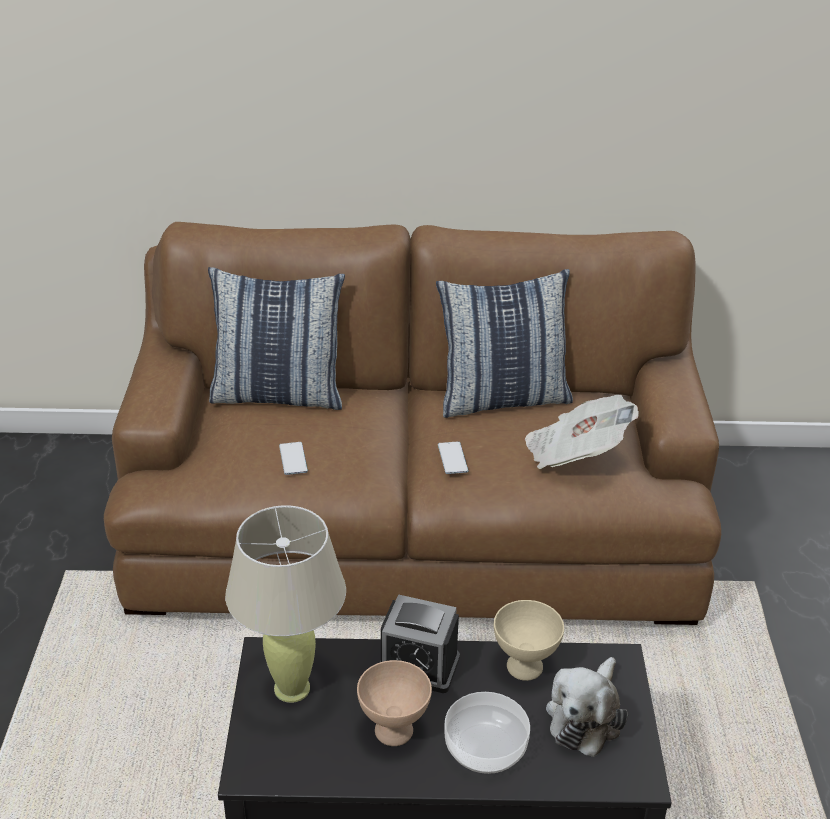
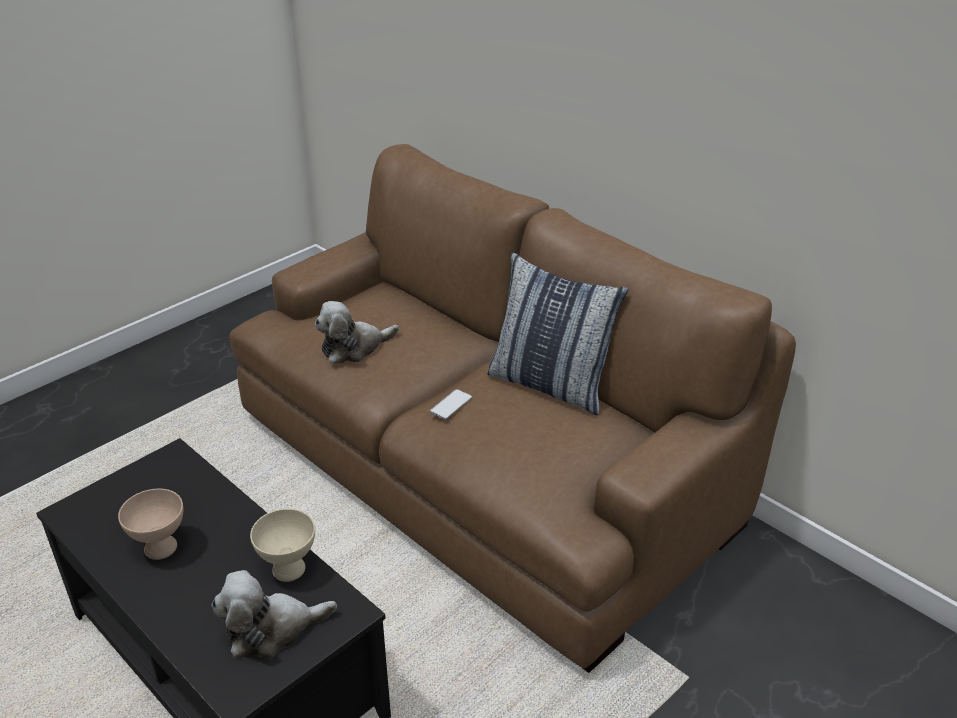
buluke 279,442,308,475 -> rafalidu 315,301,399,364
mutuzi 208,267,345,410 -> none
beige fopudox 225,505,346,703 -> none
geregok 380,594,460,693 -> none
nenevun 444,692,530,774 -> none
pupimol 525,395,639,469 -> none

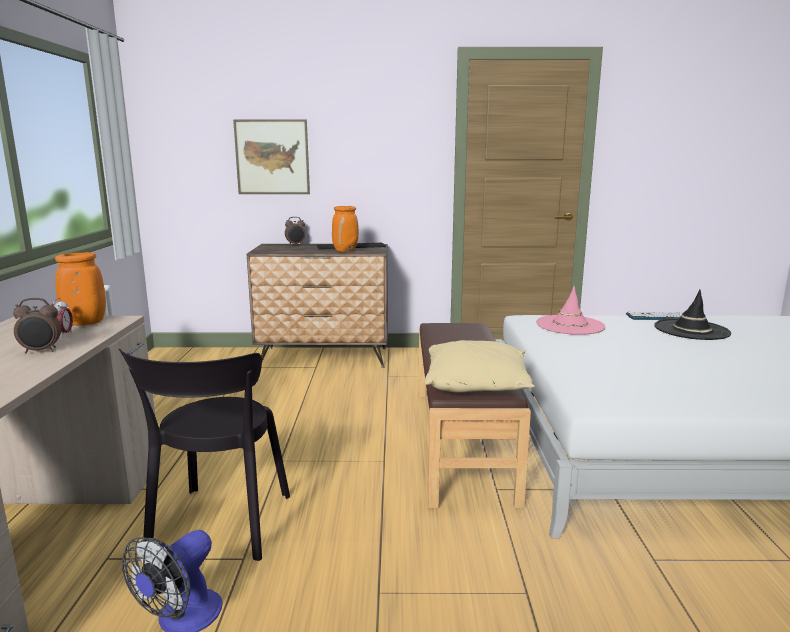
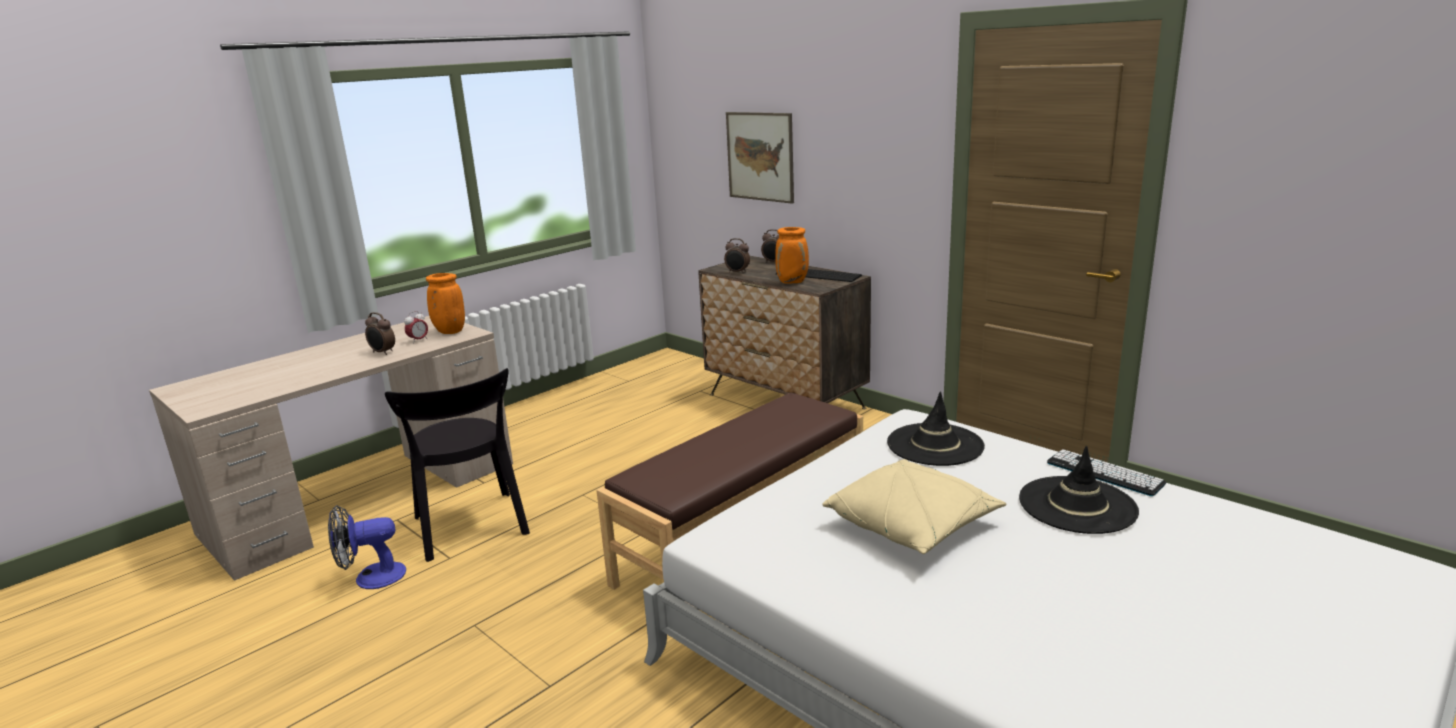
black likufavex 119,349,290,561 -> black likufavex 385,368,530,562, 75 degrees counterclockwise
none -> geregok 724,238,750,274
beige mutuzi 425,340,535,393 -> beige mutuzi 822,459,1007,554, move
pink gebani 536,286,605,335 -> black gebani 887,391,985,466

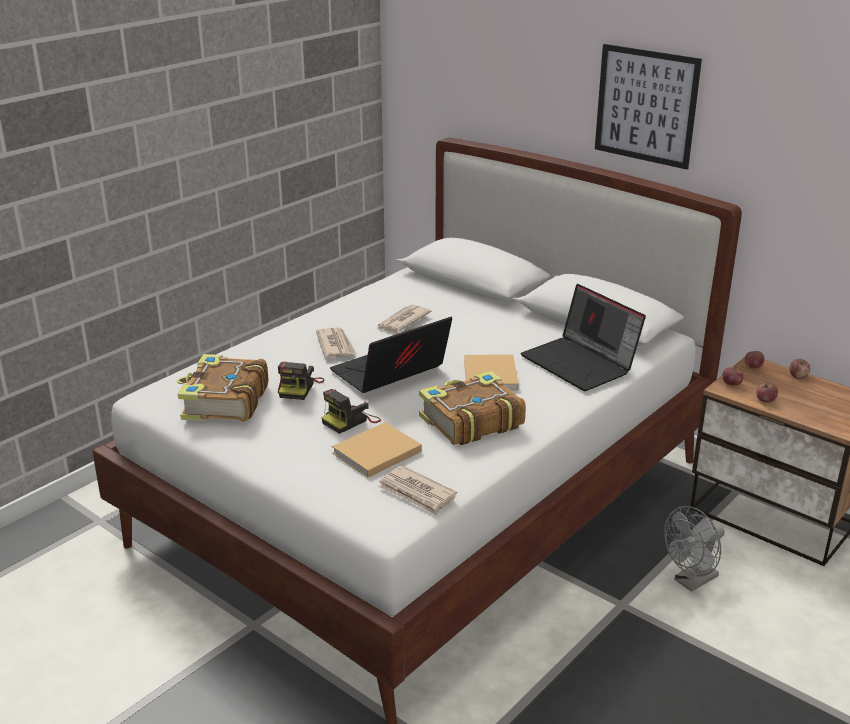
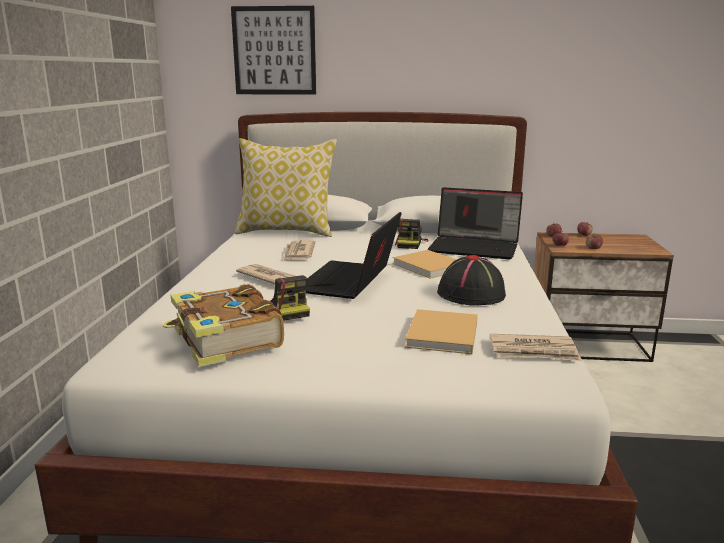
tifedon 595,44,702,170 -> tifedon 231,6,316,95, move
none -> mutuzi 235,138,337,237
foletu 322,389,381,434 -> foletu 395,219,429,249, move
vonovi 419,371,526,445 -> black gebani 437,255,506,305
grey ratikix 664,506,725,592 -> none

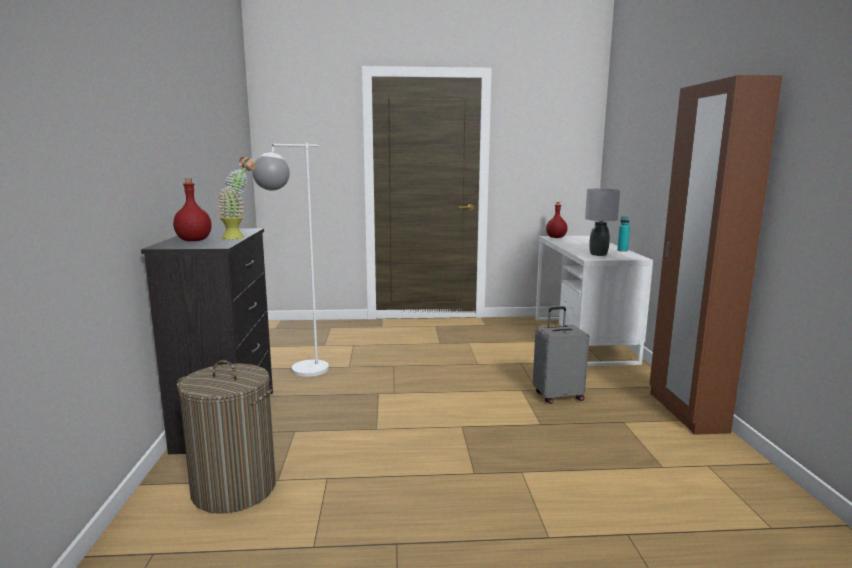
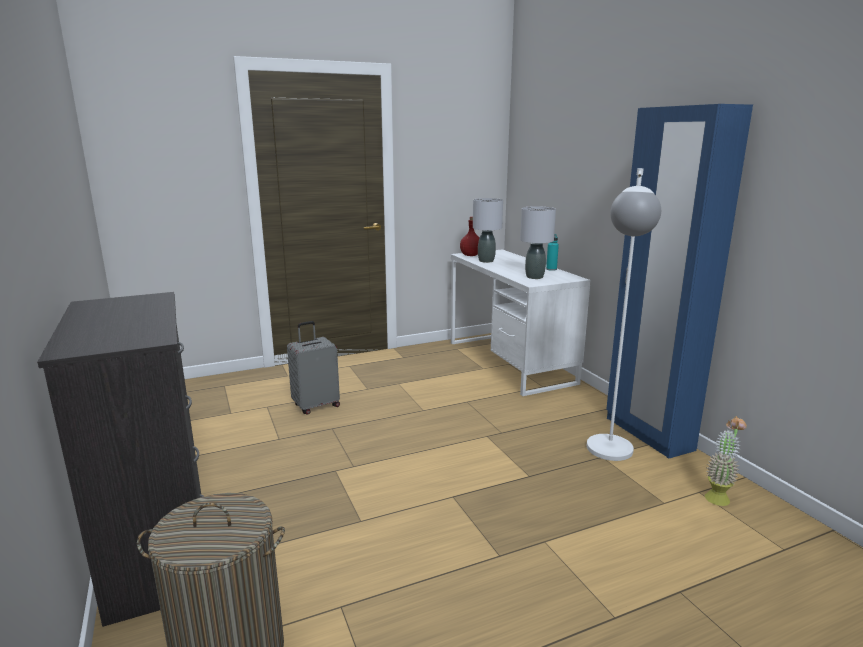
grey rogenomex 533,306,589,404 -> grey rogenomex 287,321,340,415, move
none -> grey fopudox 473,198,503,263
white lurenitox 252,143,329,377 -> white lurenitox 587,168,661,461, move
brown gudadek 649,75,783,435 -> blue gudadek 606,104,753,459
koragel 217,157,256,239 -> koragel 705,416,747,506, move
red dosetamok 173,178,212,241 -> none

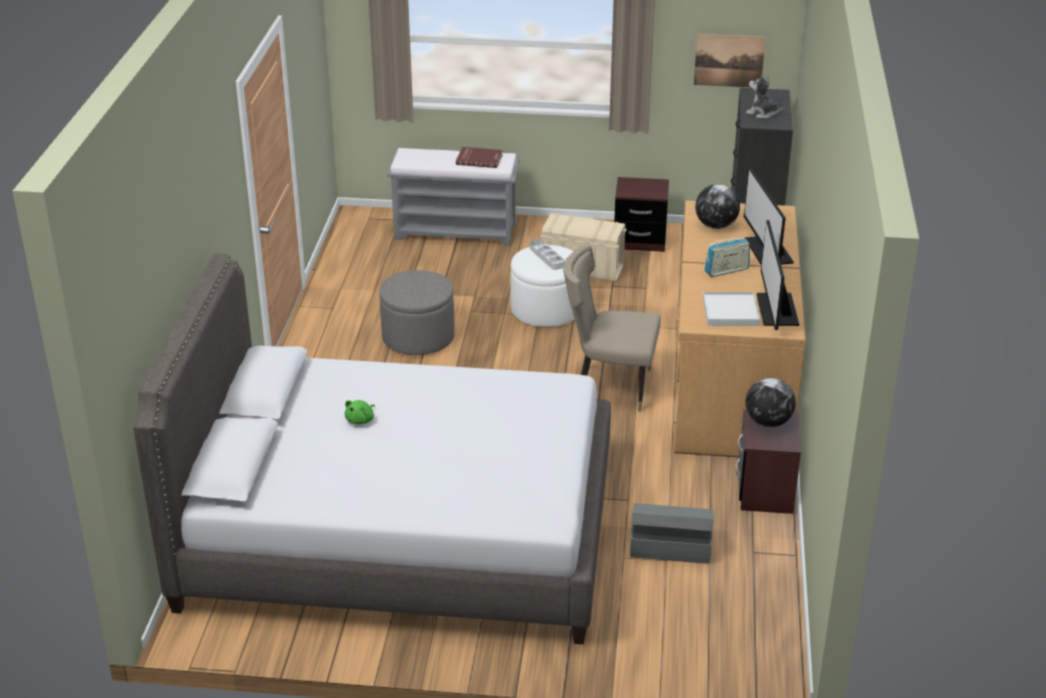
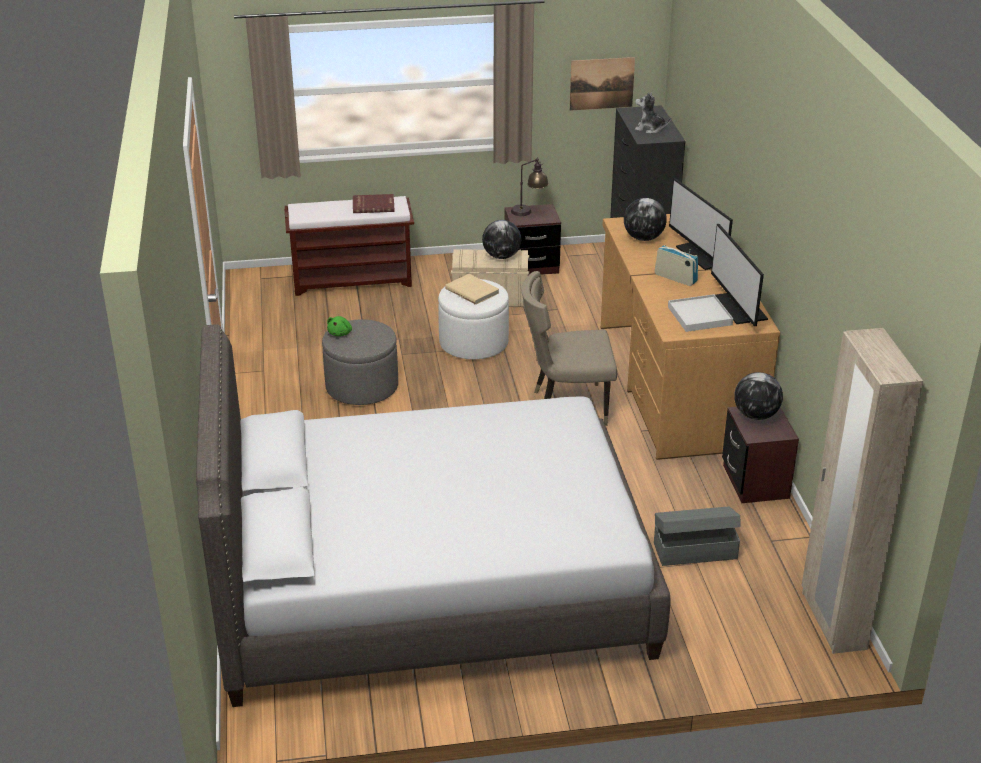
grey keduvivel 387,148,520,246 -> brown keduvivel 285,196,414,296
green rafalidu 345,400,375,424 -> green rafalidu 327,316,352,336, move
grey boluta 530,239,565,270 -> beige vonovi 445,274,499,305
none -> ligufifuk 482,220,521,259
none -> fopudox 511,157,549,216
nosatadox 704,238,750,277 -> nosatadox 655,245,698,286, 105 degrees counterclockwise
none -> beige gudadek 802,328,923,654

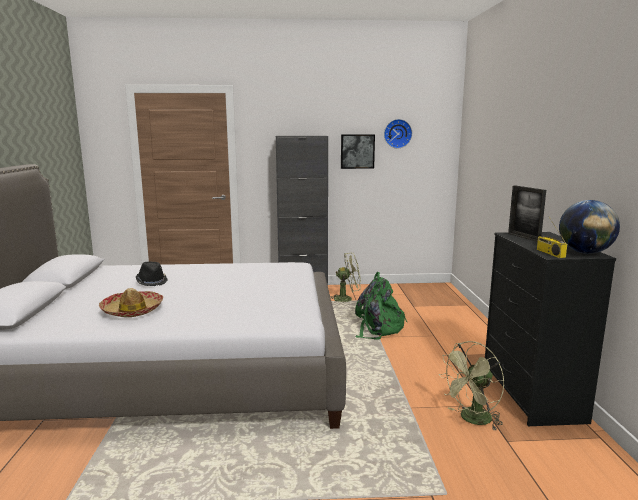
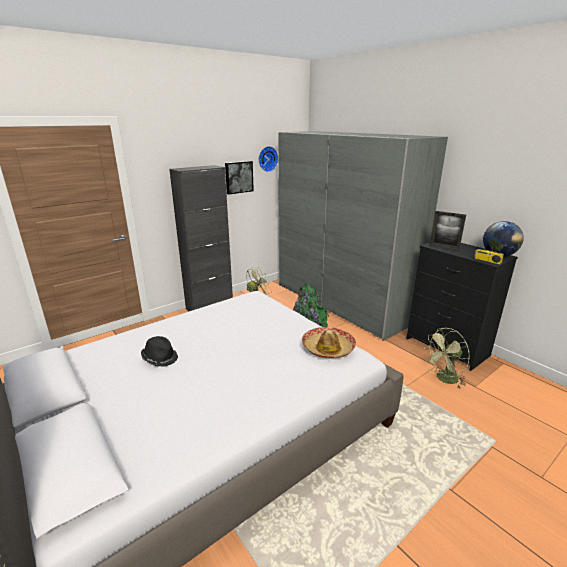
none -> grey gudadek 278,131,448,341
gebani 99,288,163,317 -> gebani 302,327,356,359, move
green ratikix 439,341,504,430 -> green ratikix 425,328,470,389, 45 degrees clockwise

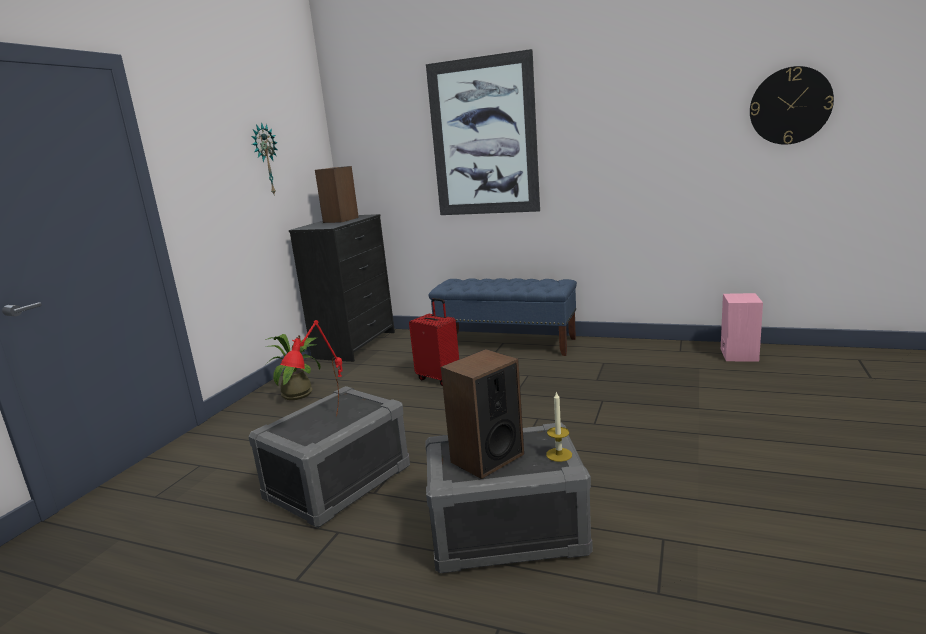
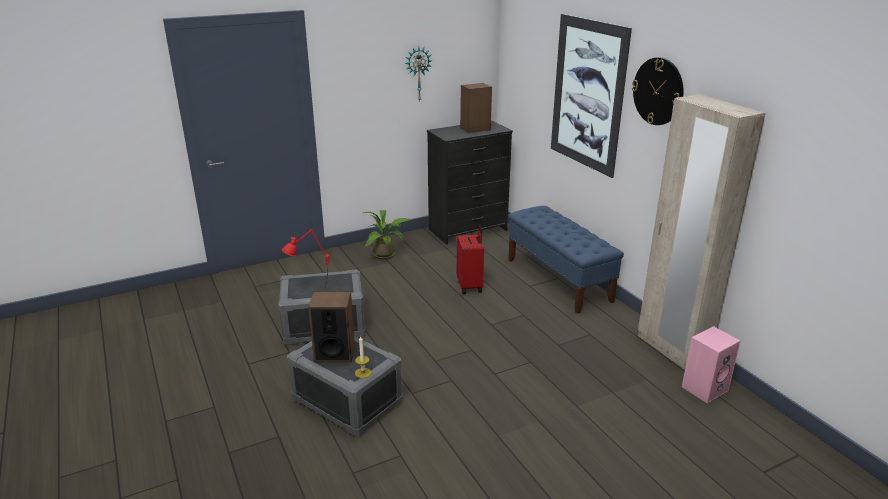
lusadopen 750,66,834,144 -> lusadopen 632,57,684,125, move
none -> beige gudadek 638,94,766,370

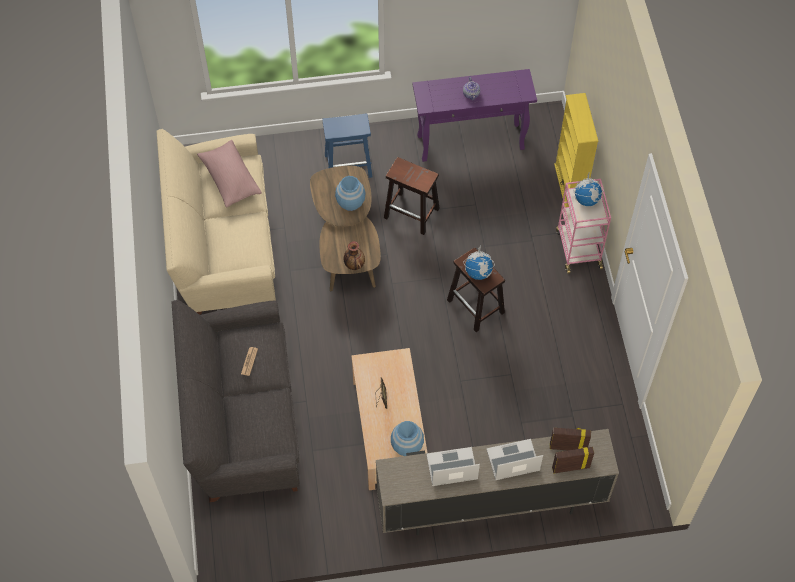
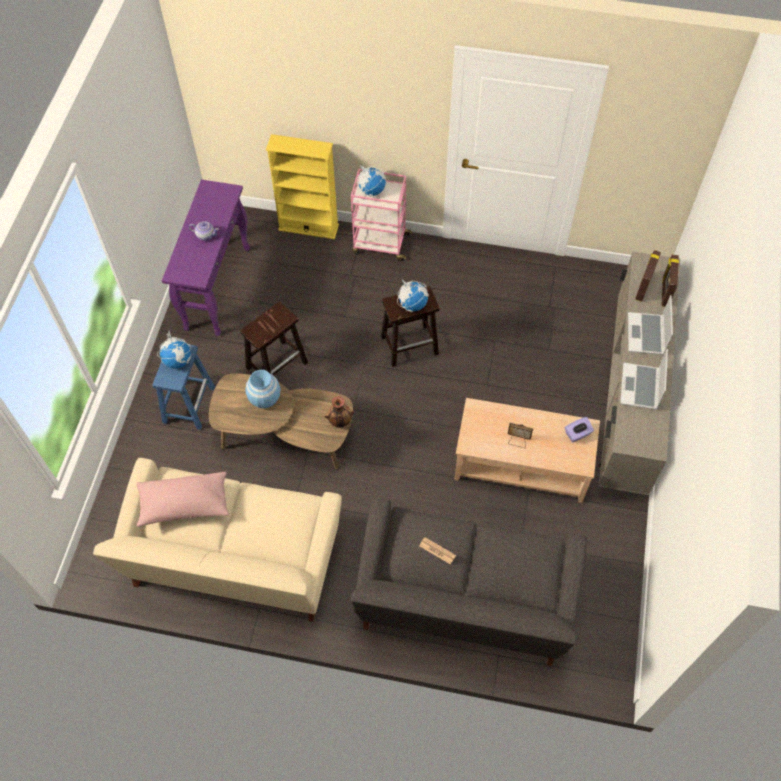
none -> ligufifuk 157,331,191,369
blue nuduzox 391,421,424,456 -> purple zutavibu 565,417,594,442

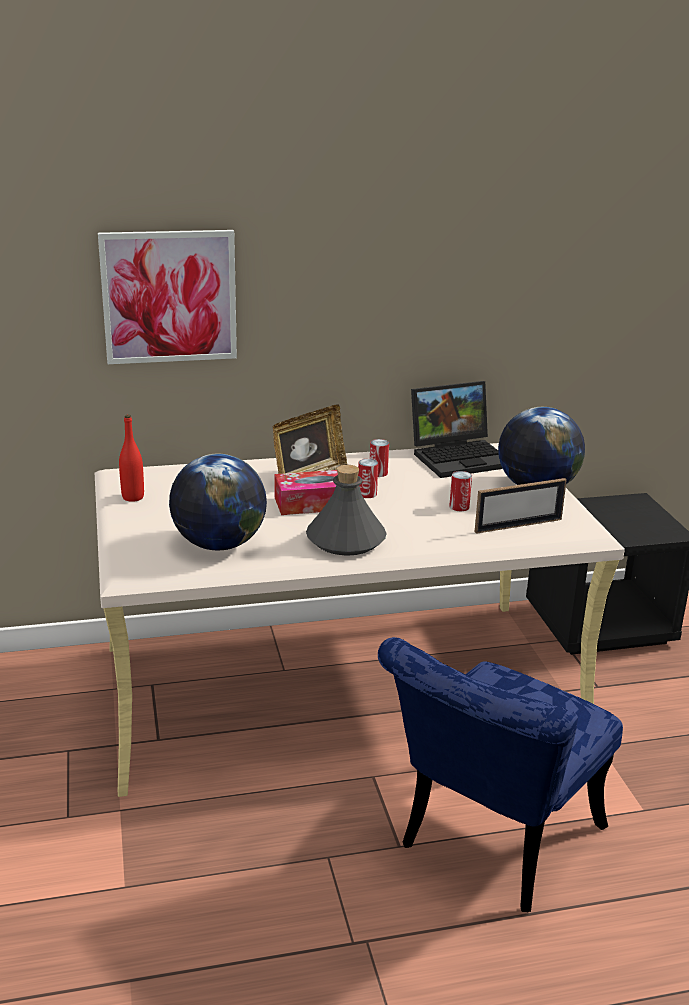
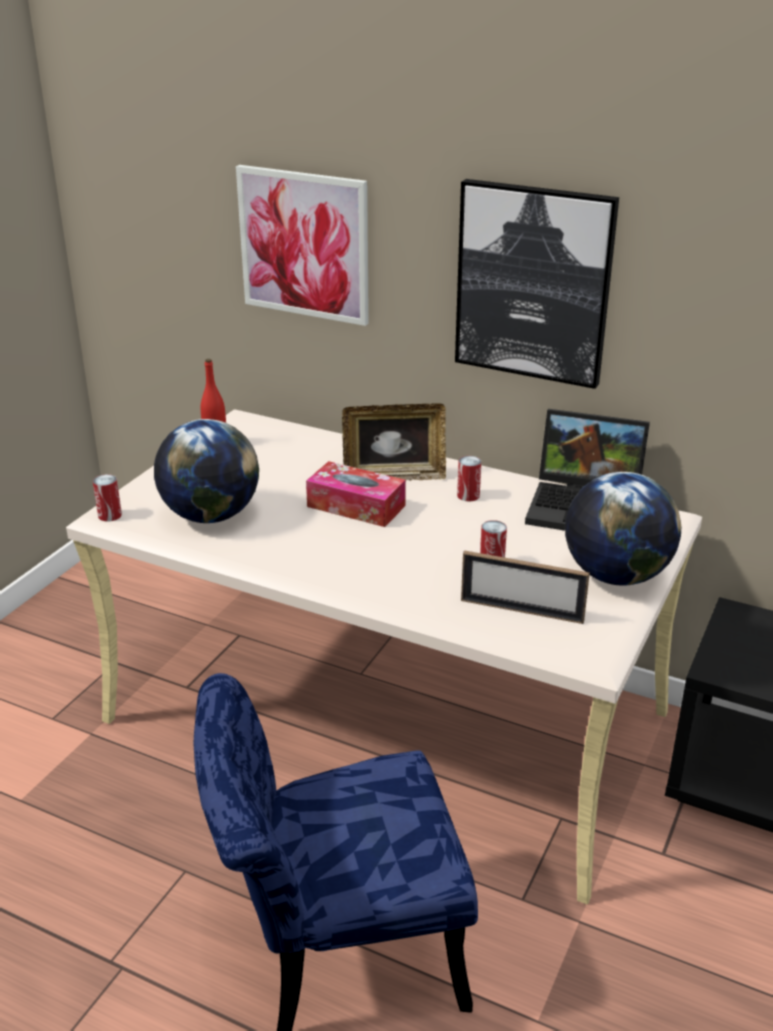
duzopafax 358,459,378,498 -> duzopafax 93,474,122,522, move
none -> tifedon 455,179,619,389
grey dosetamok 306,465,387,556 -> none

